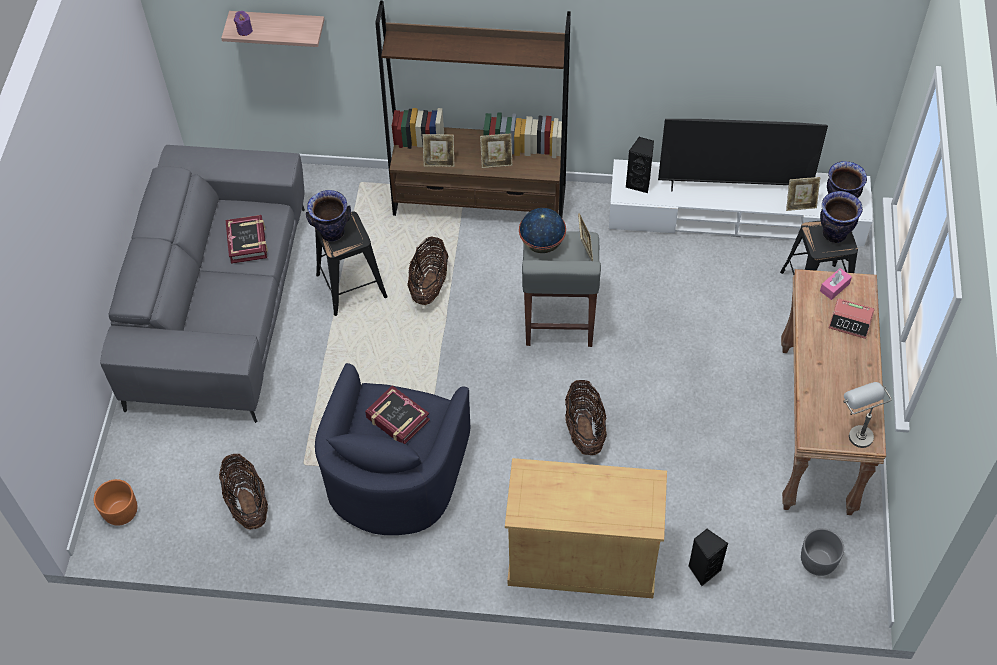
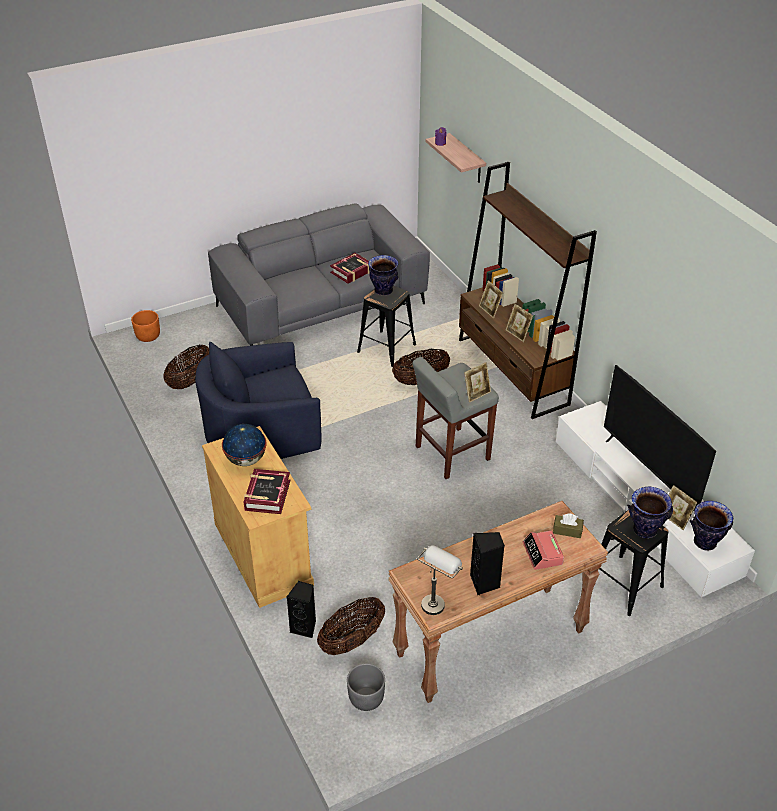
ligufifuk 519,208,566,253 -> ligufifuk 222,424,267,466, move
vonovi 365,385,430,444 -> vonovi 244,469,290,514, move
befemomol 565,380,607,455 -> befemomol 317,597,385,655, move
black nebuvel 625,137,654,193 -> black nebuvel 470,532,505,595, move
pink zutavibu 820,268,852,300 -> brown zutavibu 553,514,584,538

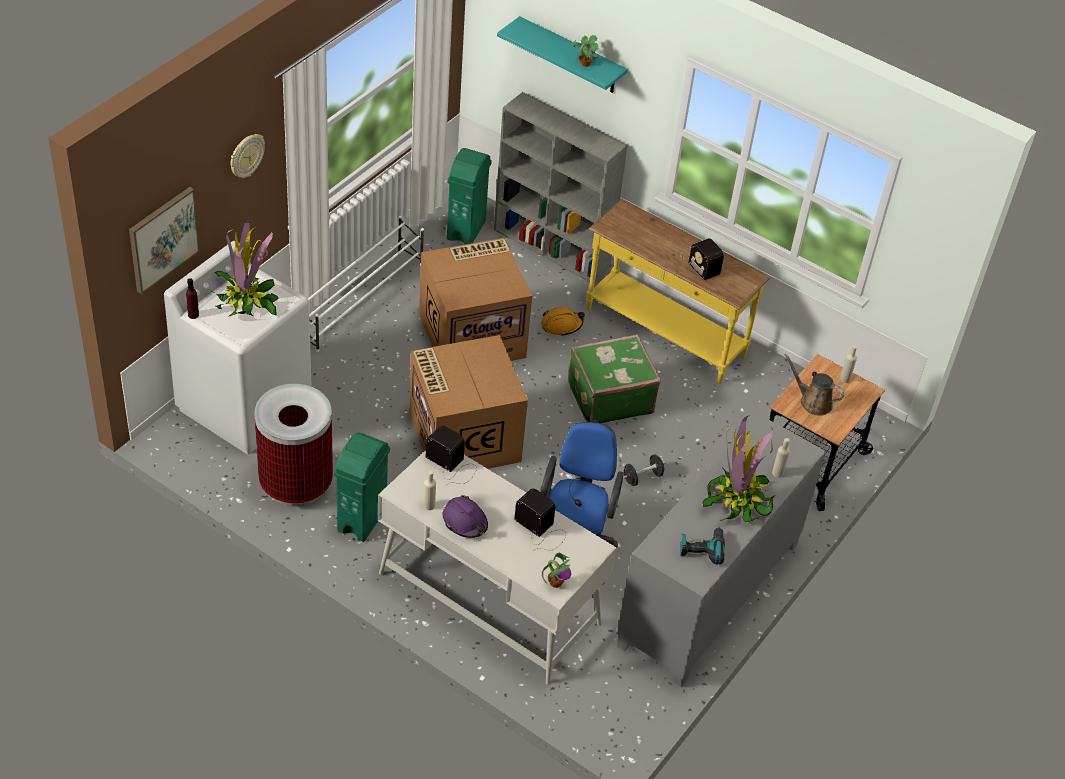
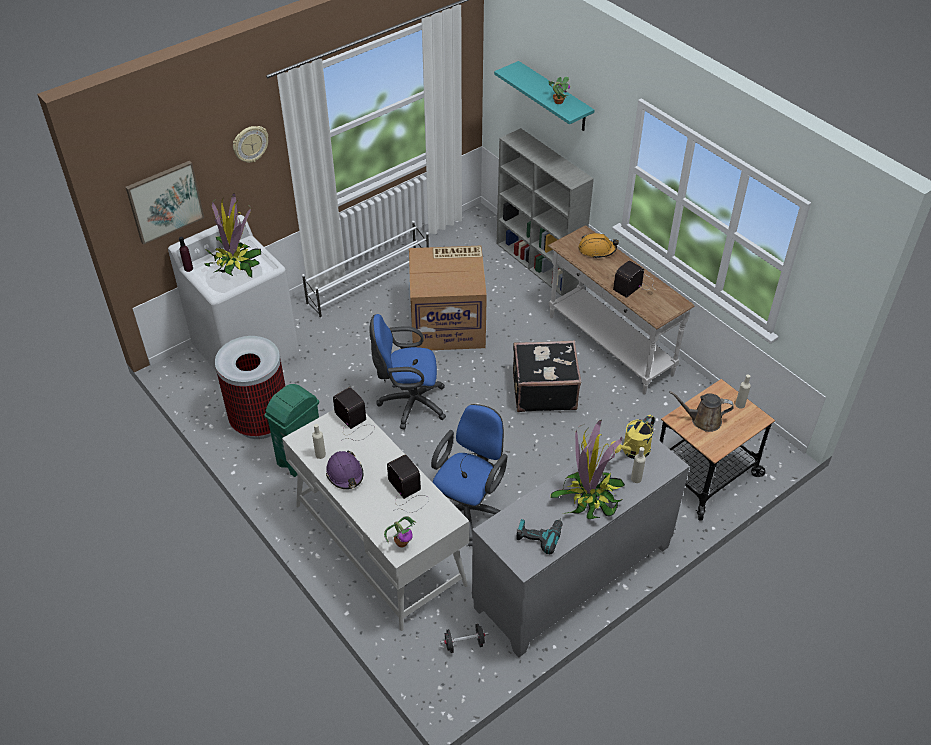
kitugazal 410,335,528,469 -> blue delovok 369,314,446,430
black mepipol 623,454,665,486 -> black mepipol 441,624,489,653, move
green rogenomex 568,334,661,423 -> black rogenomex 513,340,581,412
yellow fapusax 586,199,770,384 -> white fapusax 548,225,694,394
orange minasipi 541,307,585,336 -> orange minasipi 579,233,619,259, move
none -> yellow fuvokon 610,415,655,459
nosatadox 680,238,724,280 -> nosatadox 613,261,654,298, 60 degrees clockwise
brown fuvokon 784,354,844,416 -> brown fuvokon 669,391,734,432, 45 degrees counterclockwise
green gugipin 447,148,492,244 -> none

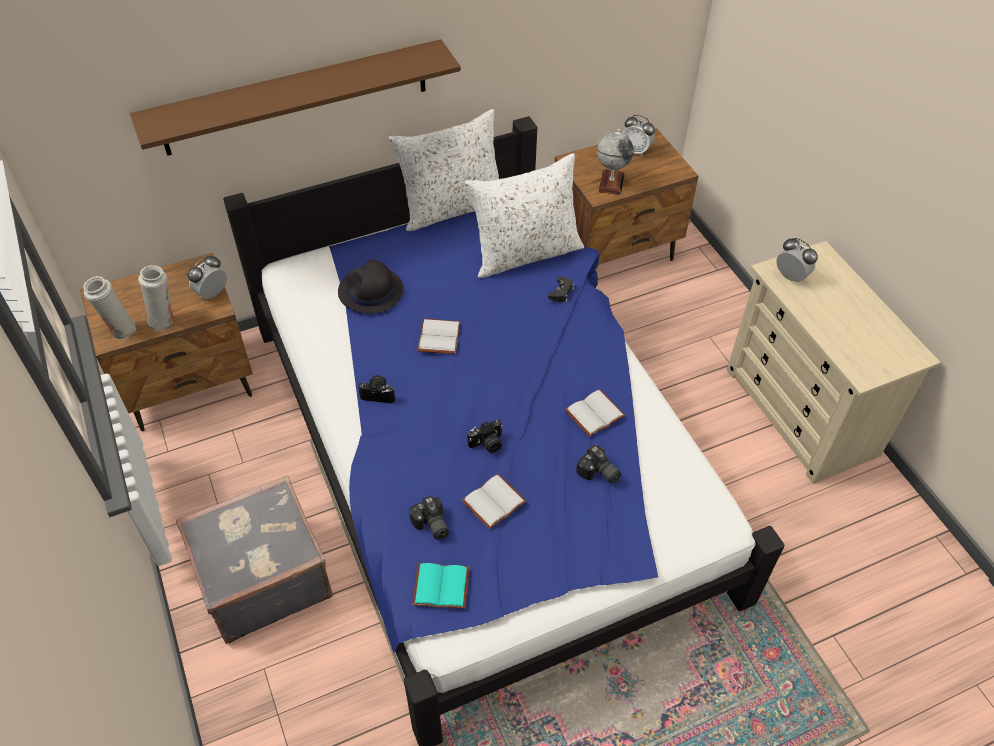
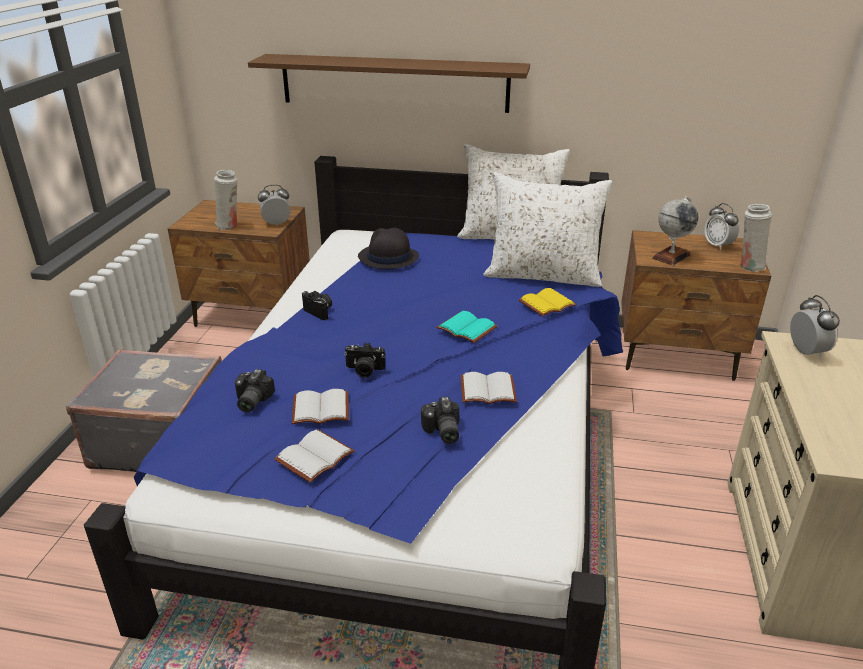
white vonovi 418,319,461,354 -> white vonovi 274,430,355,483, move
turquoise vonovi 412,563,469,609 -> turquoise vonovi 436,311,497,343, move
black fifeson 548,276,574,302 -> yellow vonovi 519,288,577,317
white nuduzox 83,276,136,340 -> white nuduzox 740,204,772,272, move

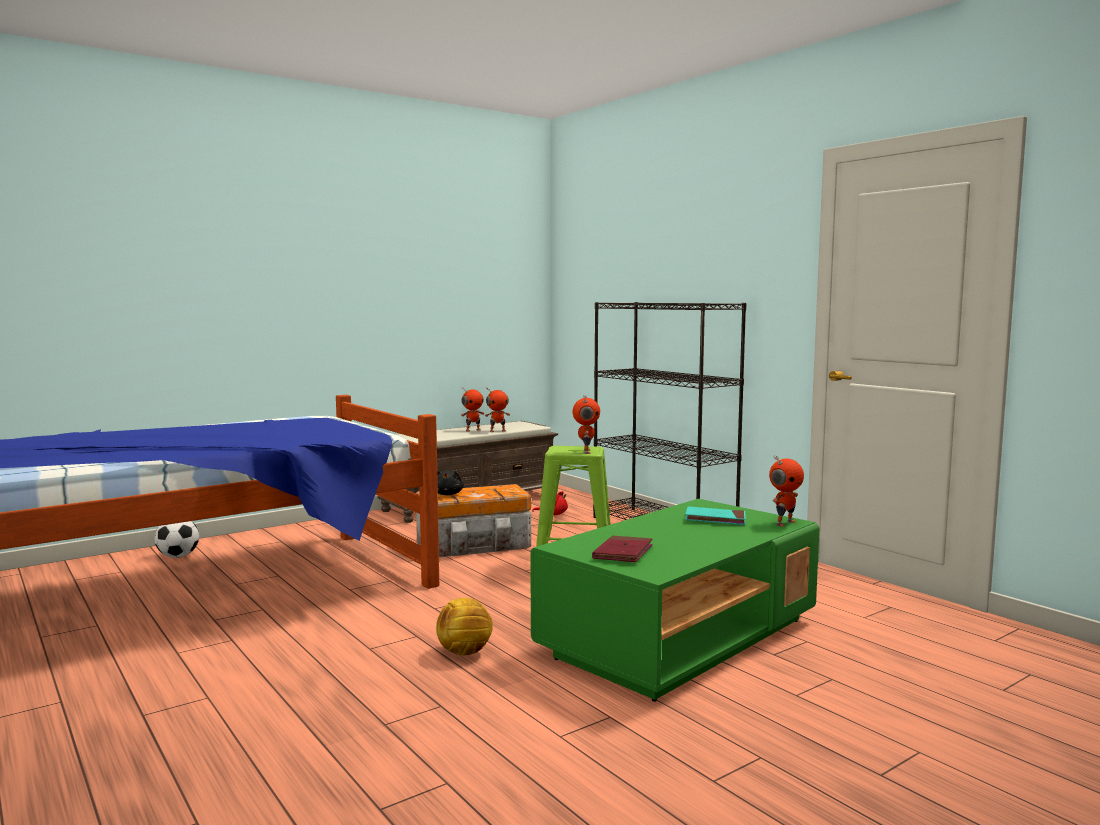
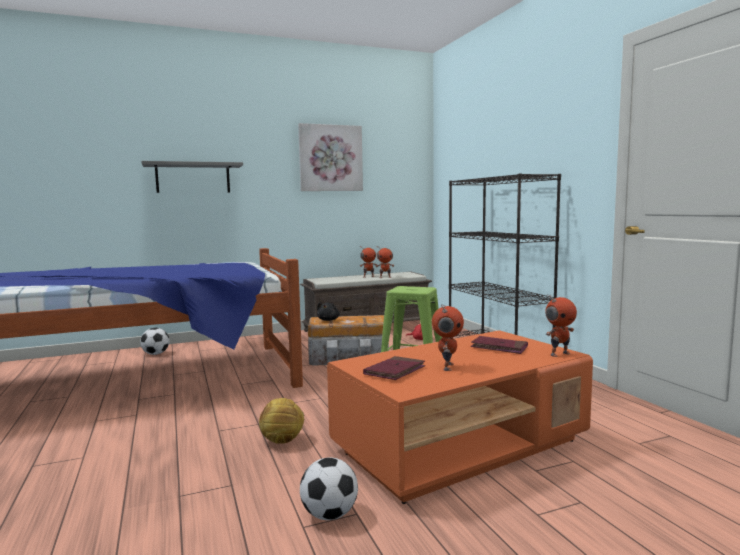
none -> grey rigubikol 142,161,243,193
none -> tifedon 298,123,363,191
none -> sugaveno 300,457,358,520
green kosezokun 530,499,820,702 -> orange kosezokun 327,330,593,504
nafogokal 572,395,600,454 -> nafogokal 432,305,464,371, move
turquoise vonovi 685,506,746,525 -> red vonovi 471,336,528,354

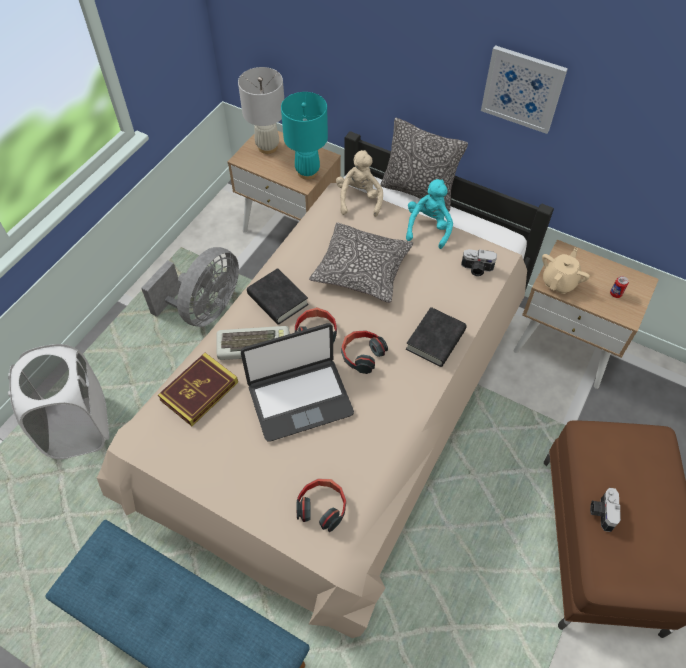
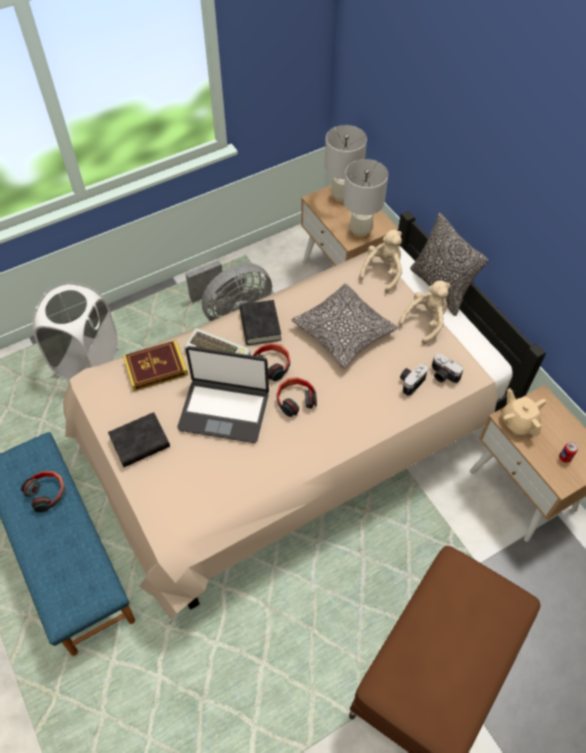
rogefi 297,479,346,532 -> rogefi 21,471,66,513, move
black vonovi 406,307,467,367 -> black vonovi 108,412,170,467, move
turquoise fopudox 281,92,328,180 -> white fopudox 343,159,388,239
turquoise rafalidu 406,179,453,249 -> beige rafalidu 398,280,451,344
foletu 590,488,621,532 -> foletu 400,364,428,396, move
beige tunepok 542,248,590,294 -> beige tunepok 502,388,546,436, 90 degrees counterclockwise
tifedon 481,45,568,134 -> none

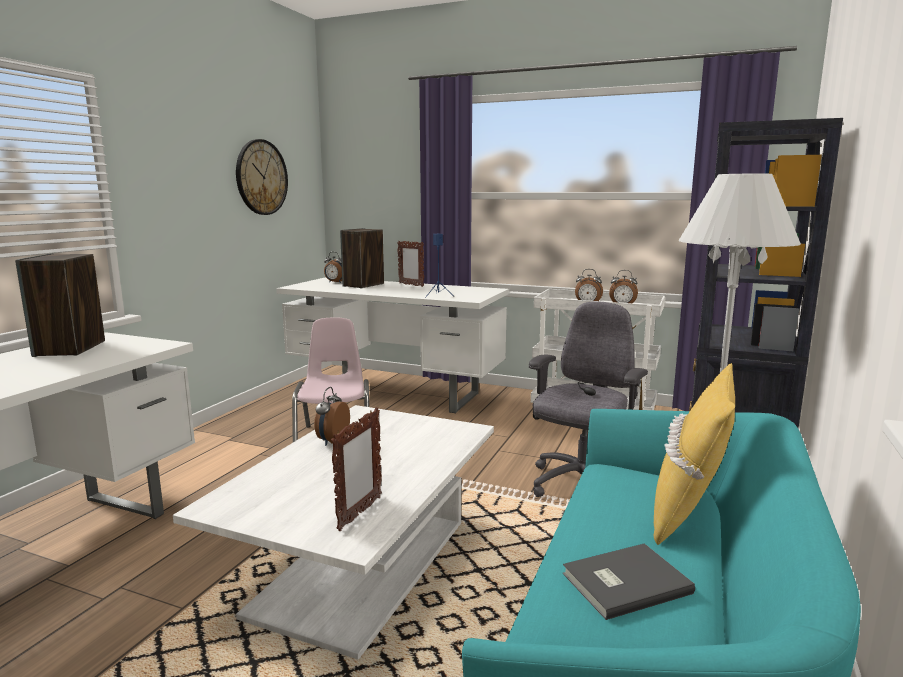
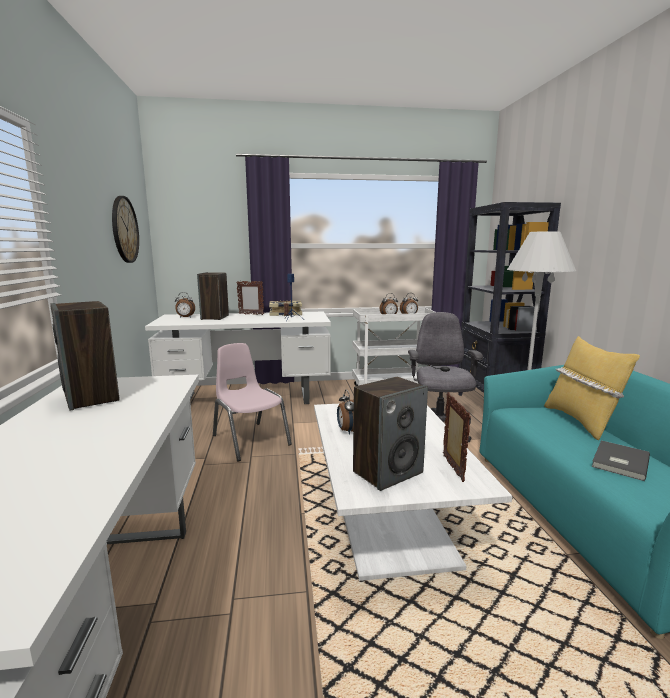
none -> vonovi 269,300,302,316
none -> nebuvel 353,377,428,491

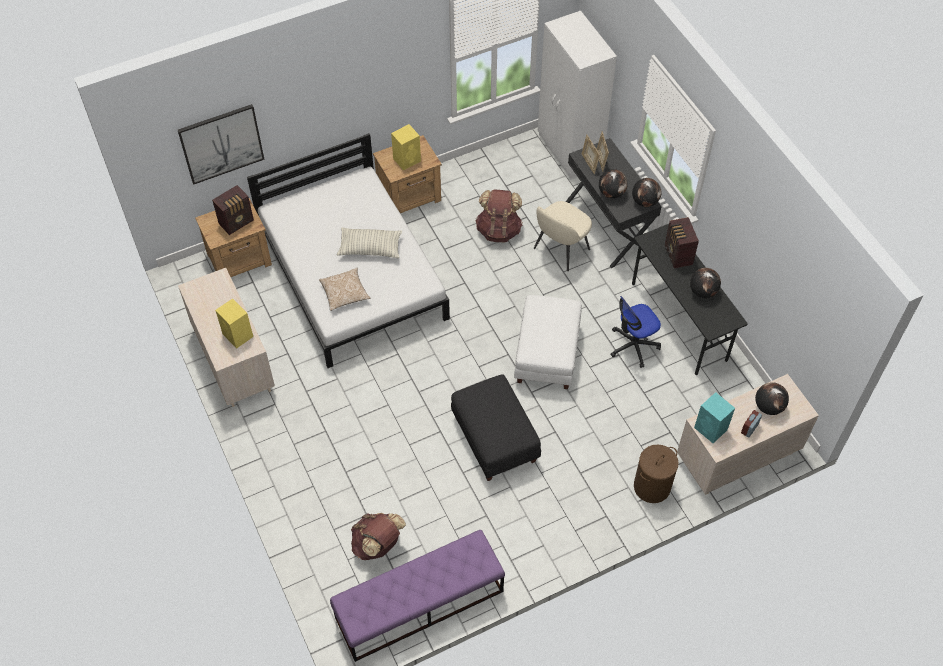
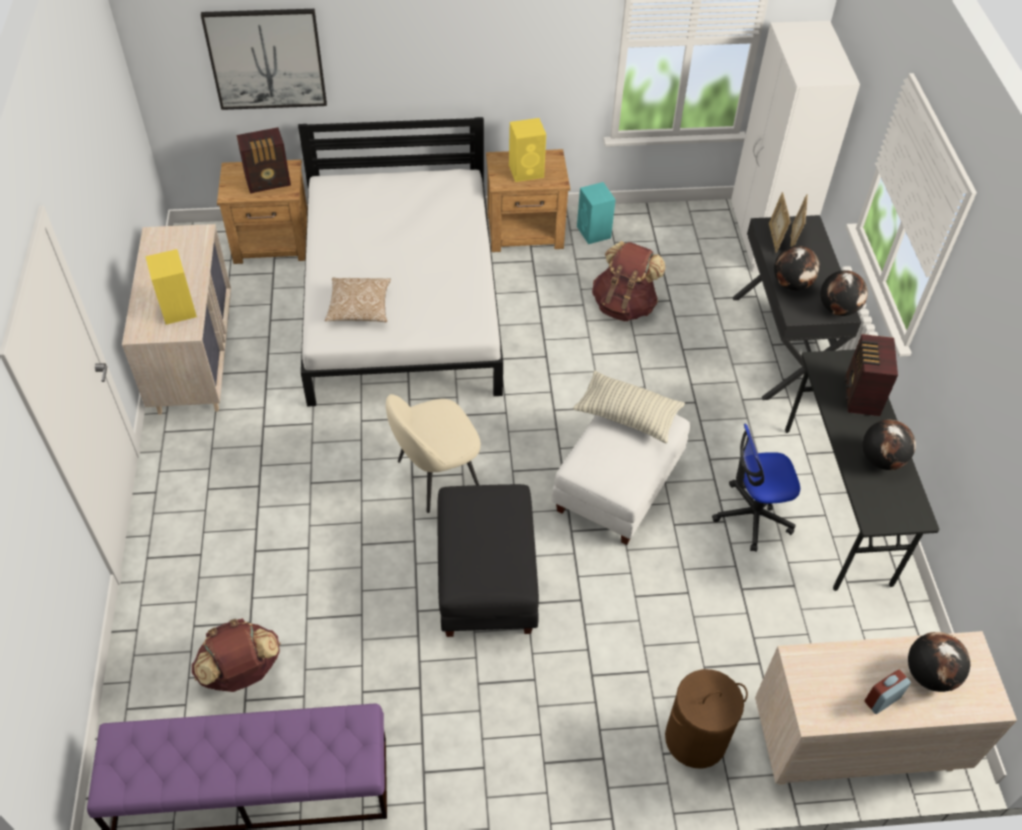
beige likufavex 534,201,592,271 -> beige likufavex 386,394,481,513, move
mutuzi 337,227,402,258 -> mutuzi 573,371,685,443, move
turquoise nebuvel 694,392,735,443 -> turquoise nebuvel 577,182,616,244, move

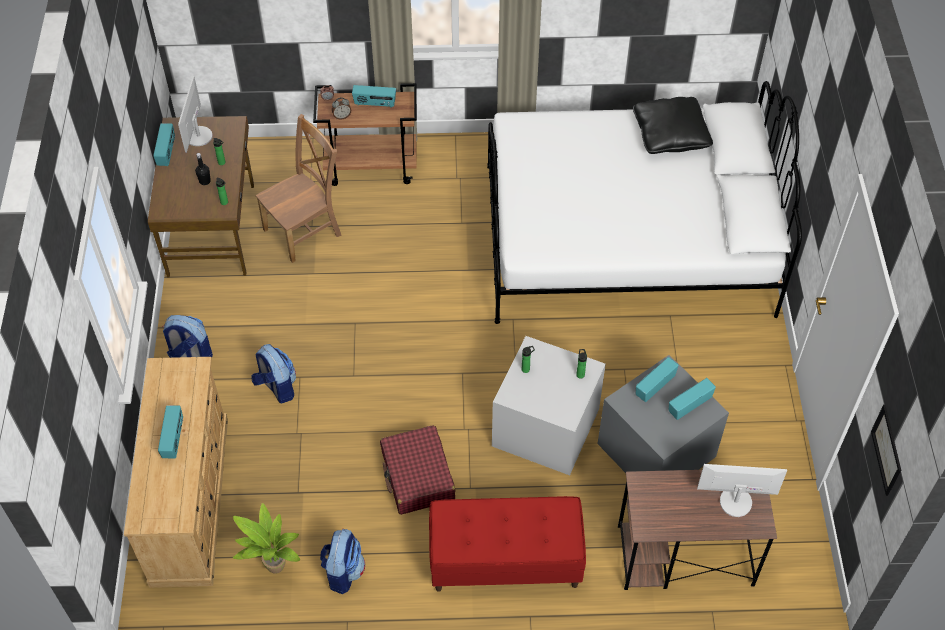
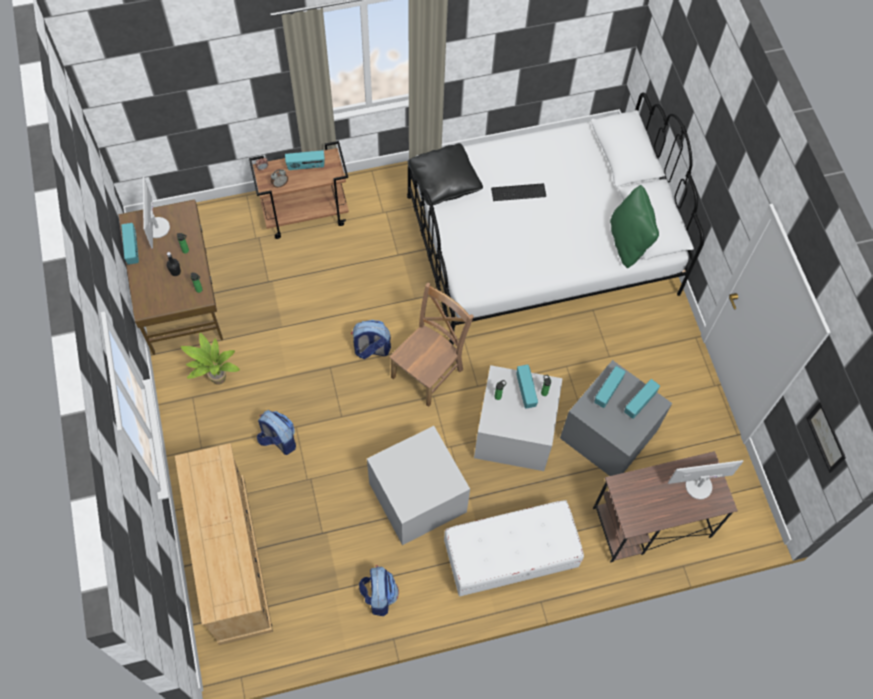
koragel 233,503,300,574 -> koragel 181,333,240,385, move
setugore 162,315,213,358 -> setugore 351,320,391,359, move
red rogenomex 380,425,456,515 -> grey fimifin 367,426,470,545
brown likufavex 256,114,342,263 -> brown likufavex 389,282,474,407, move
black mutuzi 633,97,713,154 -> black mutuzi 408,143,483,205, move
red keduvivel 429,496,586,592 -> white keduvivel 444,500,584,597
none -> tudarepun 491,183,546,201
nosatadox 158,405,183,459 -> nosatadox 516,365,538,409, move
none -> green mutuzi 610,185,659,268

